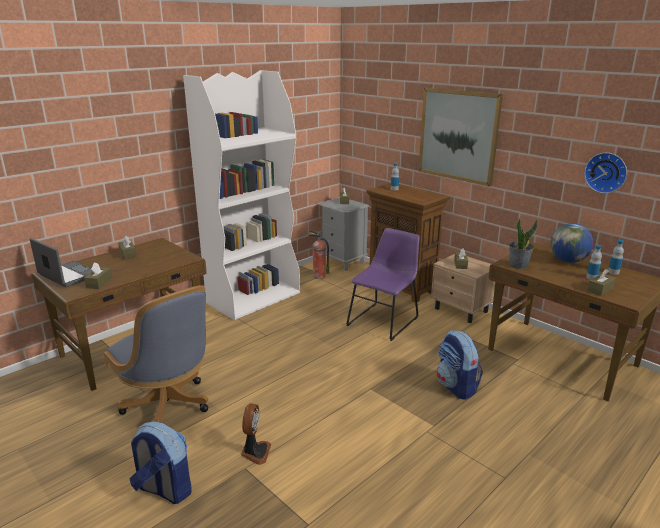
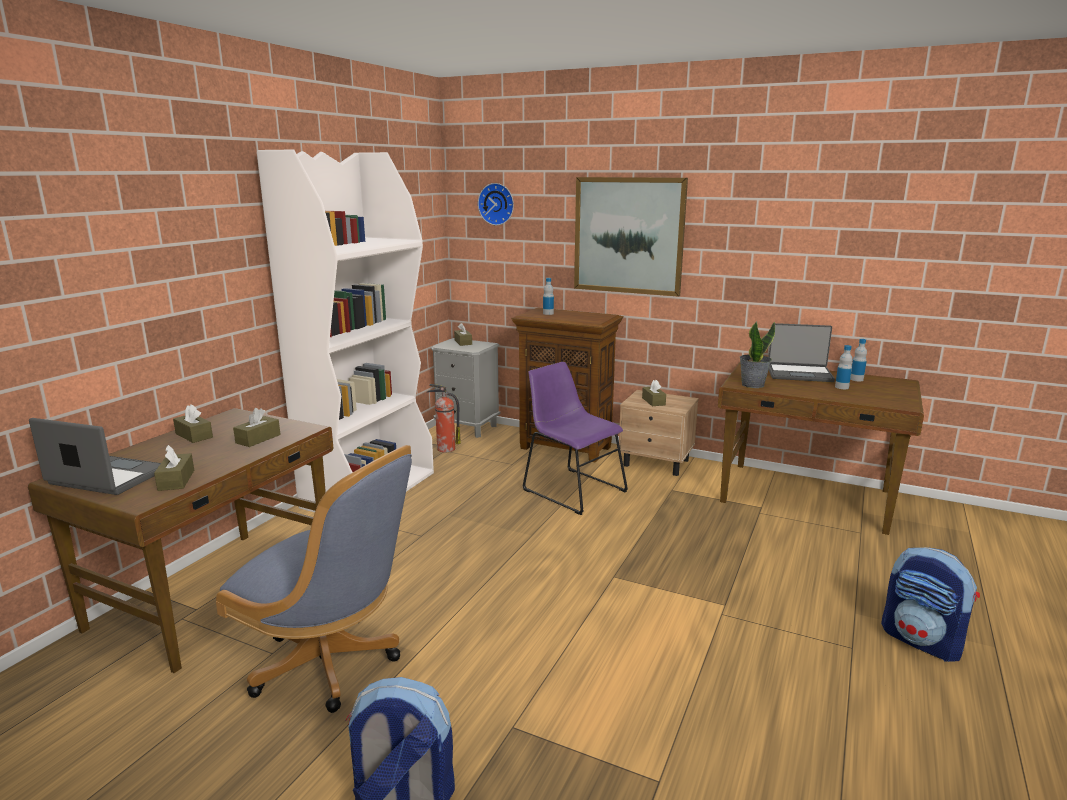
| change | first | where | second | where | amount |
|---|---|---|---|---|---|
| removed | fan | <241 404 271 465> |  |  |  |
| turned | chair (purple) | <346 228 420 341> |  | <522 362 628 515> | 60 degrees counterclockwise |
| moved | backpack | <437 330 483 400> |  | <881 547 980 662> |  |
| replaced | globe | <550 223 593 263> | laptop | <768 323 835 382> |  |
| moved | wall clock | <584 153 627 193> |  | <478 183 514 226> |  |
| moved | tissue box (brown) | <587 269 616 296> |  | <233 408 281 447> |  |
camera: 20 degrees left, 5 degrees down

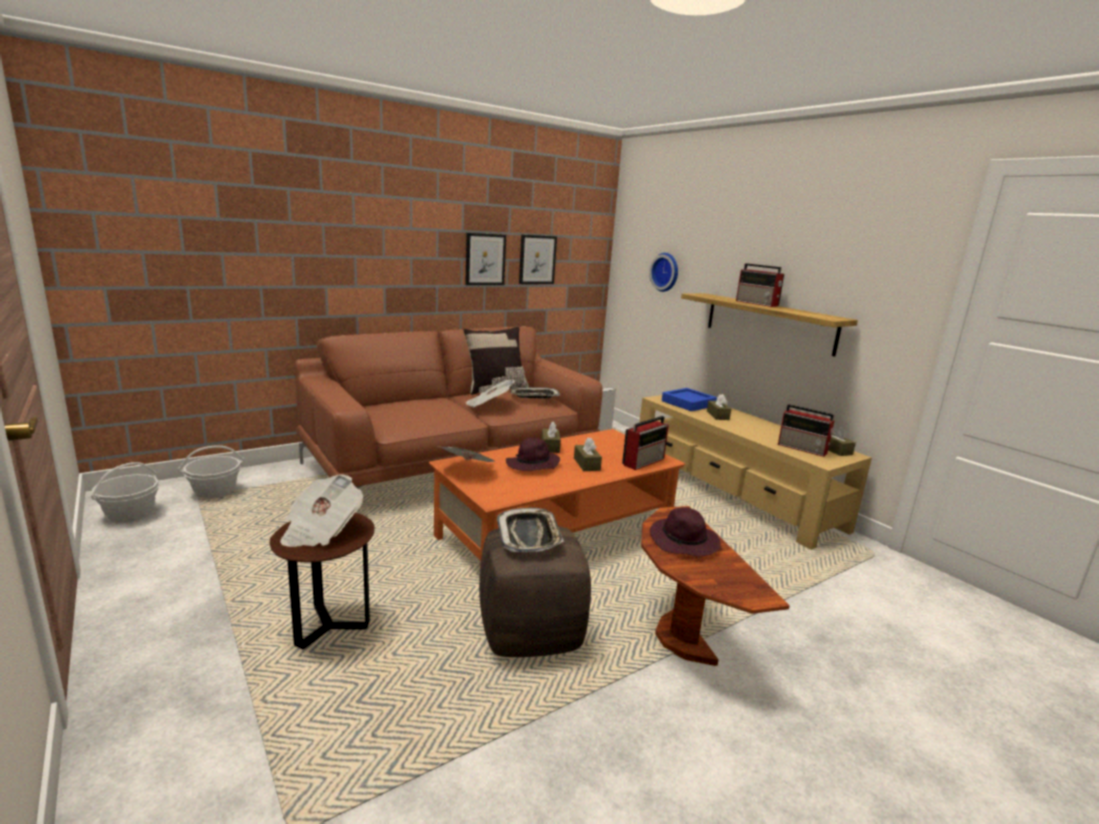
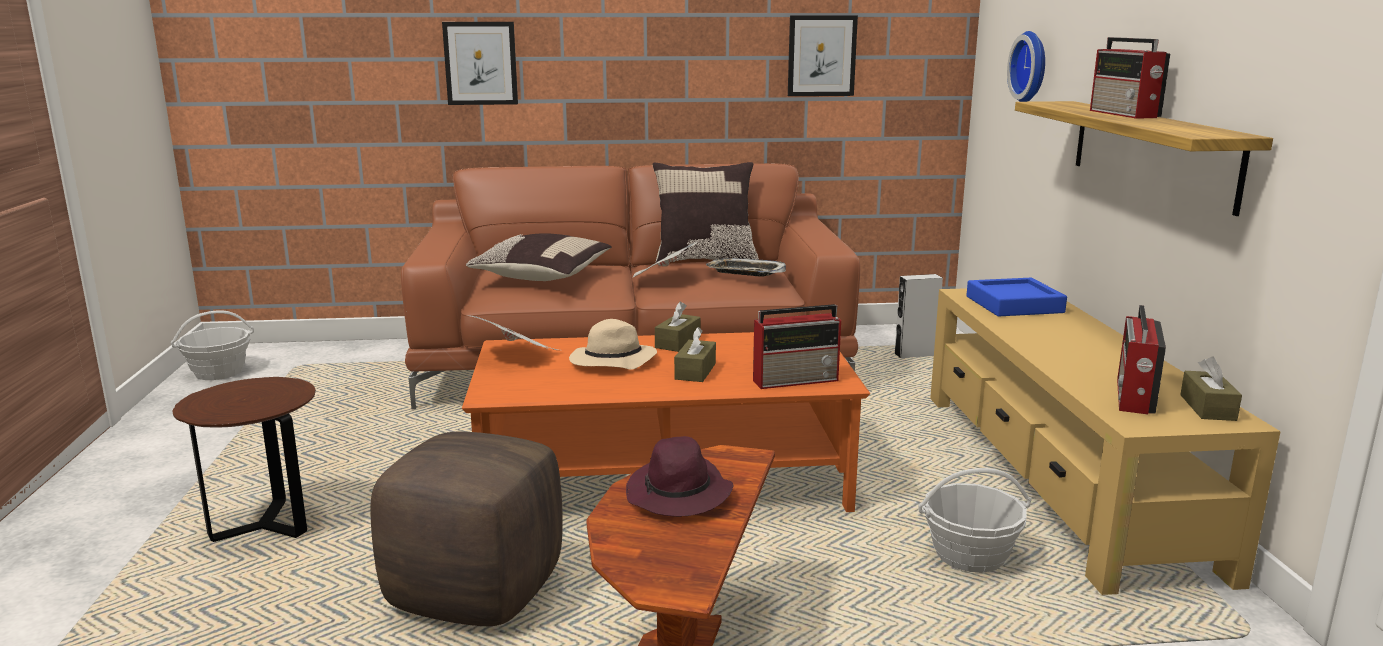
| change | first | where | second | where | amount |
|---|---|---|---|---|---|
| moved | basket | <178 445 244 498> |  | <919 468 1031 573> |  |
| removed | newspaper | <280 474 363 547> |  |  |  |
| moved | picture | <465 233 506 285> |  | <442 22 518 105> |  |
| removed | tray | <497 508 564 552> |  |  |  |
| recoloured | hat (purple) | <506 438 560 471> | hat (beige) | <569 319 657 370> |  |
| removed | tissue box (brown) | <707 394 731 420> |  |  |  |
| turned | radio | <778 404 835 457> |  | <1117 305 1166 415> | 45 degrees clockwise |
| added |  |  | pillow | <466 233 612 281> |  |
camera: 30 degrees right, 0 degrees up

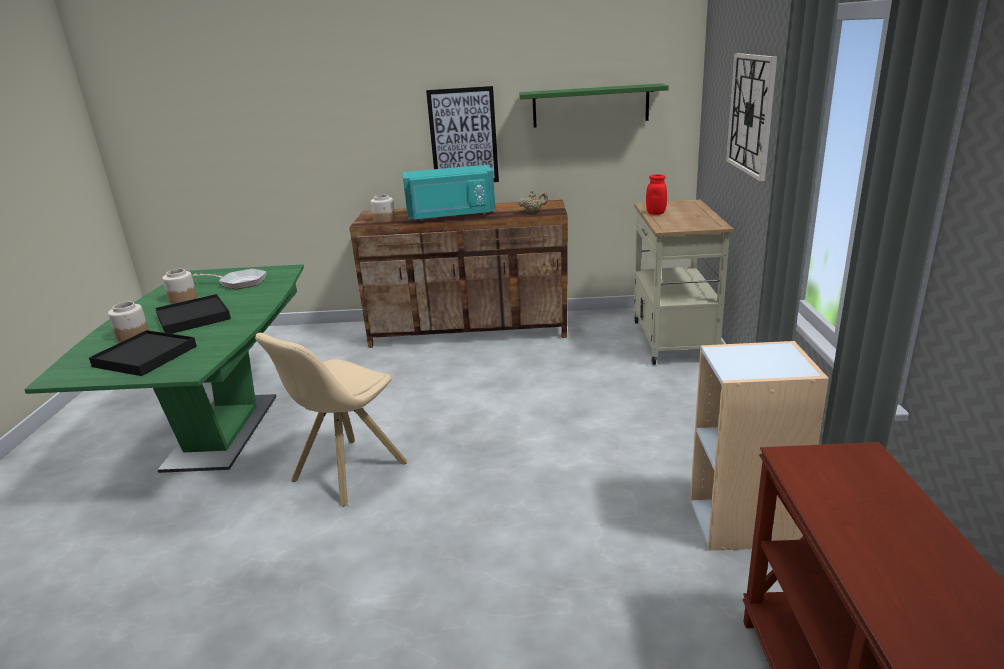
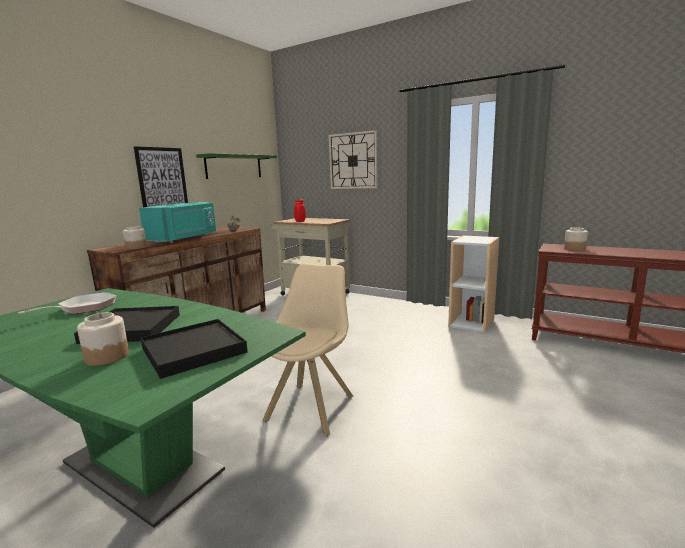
| change | first | where | second | where | amount |
|---|---|---|---|---|---|
| moved | jar | <162 269 197 304> |  | <564 227 588 250> |  |
| turned | chair (beige) | <255 333 407 507> |  | <263 263 353 436> | 135 degrees counterclockwise |
camera: 60 degrees left, 10 degrees down

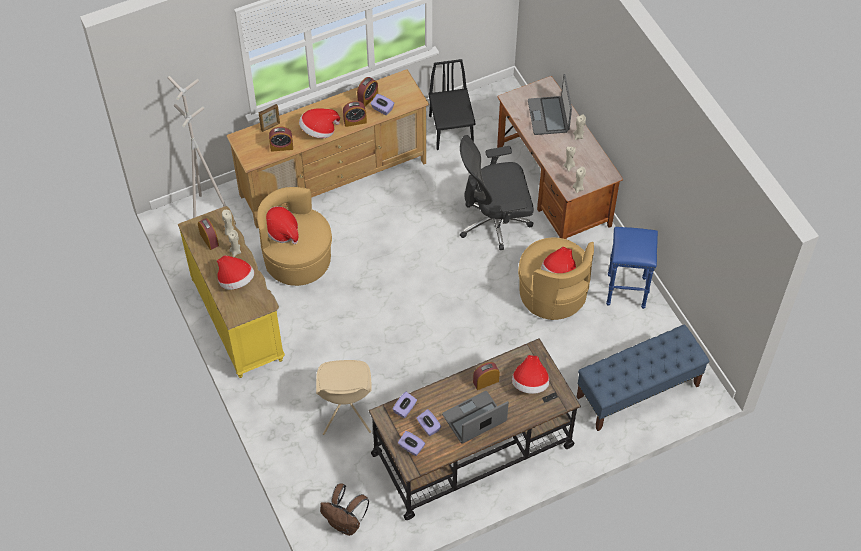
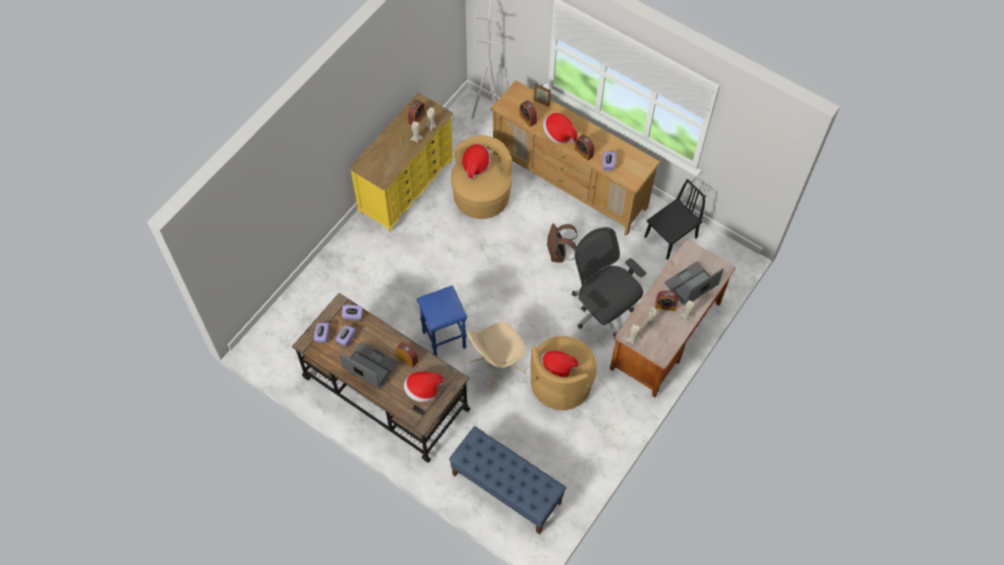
| change | first | where | second | where | amount |
|---|---|---|---|---|---|
| removed | hat | <217 255 254 290> |  |  |  |
| moved | chair (beige) | <316 360 372 435> |  | <468 322 526 393> |  |
| moved | backpack (brown) | <320 483 369 536> |  | <547 223 578 263> |  |
| moved | alarm clock | <357 77 378 106> |  | <655 290 678 311> |  |
| moved | stool (blue) | <606 227 658 309> |  | <417 286 467 356> |  |
camera: 60 degrees right, 5 degrees up

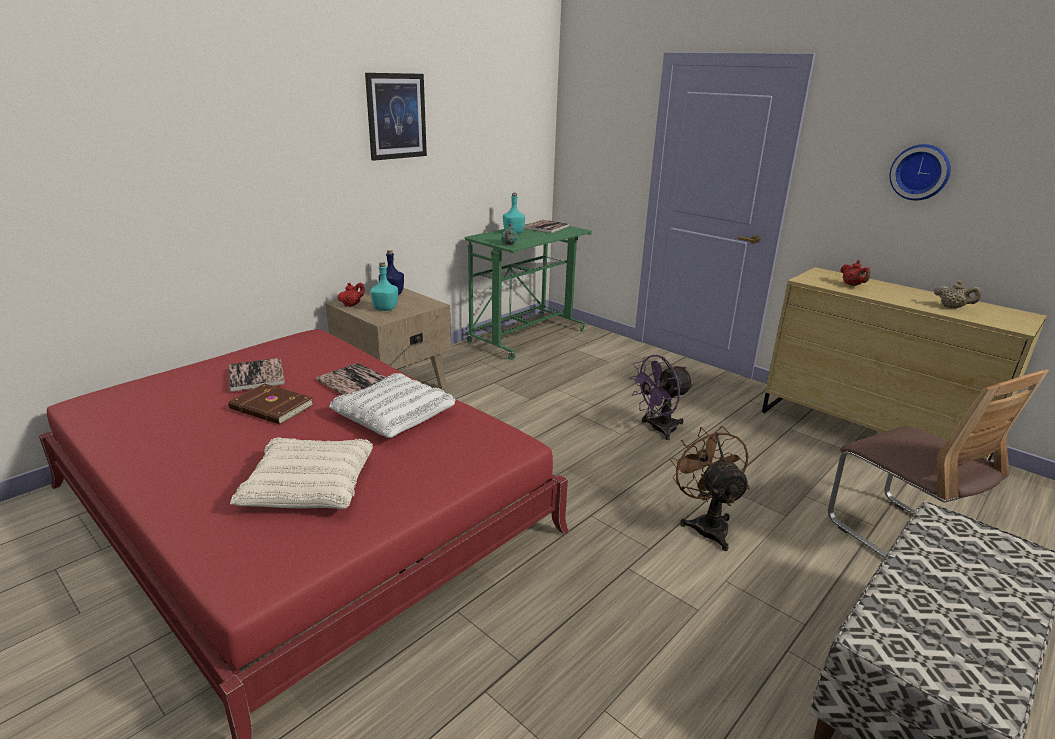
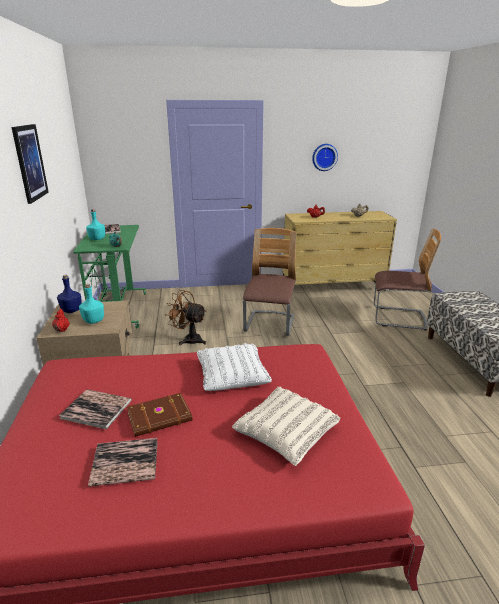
| change | first | where | second | where | amount |
|---|---|---|---|---|---|
| moved | book | <316 363 386 395> |  | <88 438 158 487> |  |
| replaced | fan (purple) | <629 355 694 440> | chair | <243 228 296 336> |  |
| moved | fan (brown) | <670 426 750 551> |  | <165 290 206 345> |  |
camera: 50 degrees left, 0 degrees up

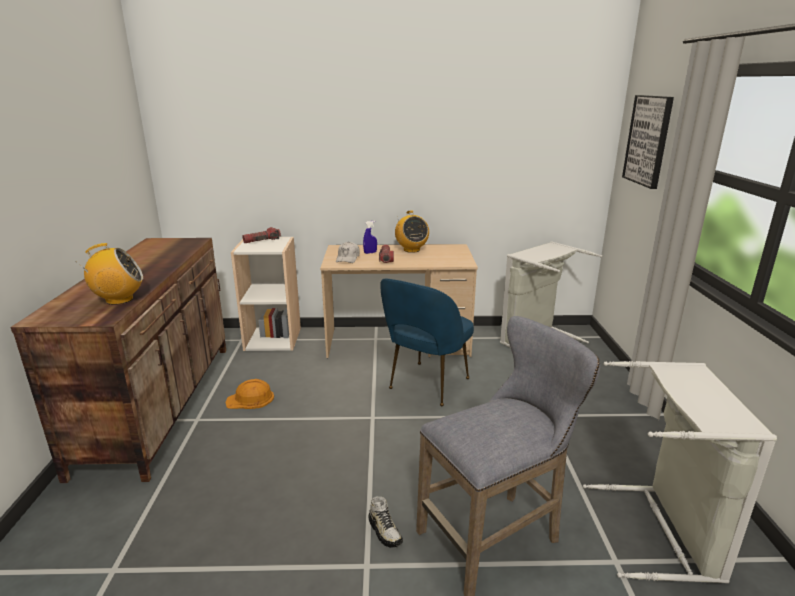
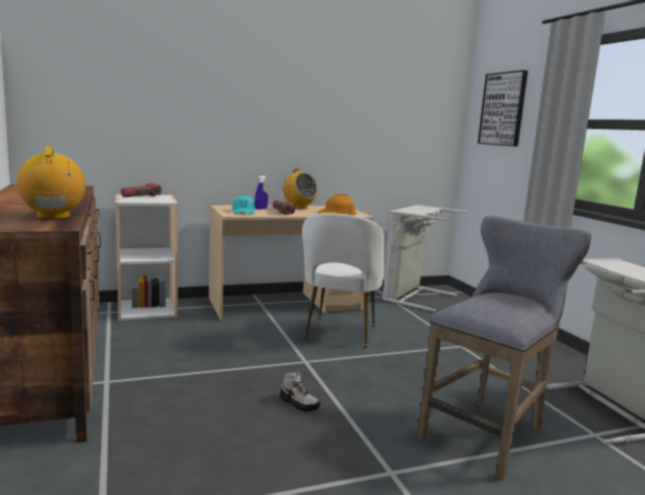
| change | first | where | second | where | amount |
|---|---|---|---|---|---|
| turned | radio | <75 243 143 305> |  | <17 146 86 220> | 75 degrees counterclockwise |
| moved | hard hat (orange) | <225 379 274 409> |  | <316 194 356 215> |  |
| recoloured | cap (white) | <336 242 360 263> | cap (turquoise) | <232 195 255 214> |  |
| moved | shoe | <368 497 403 548> |  | <280 372 321 411> |  |
| recoloured | chair (blue) | <380 279 474 406> | chair (white) | <302 213 385 348> |  |
camera: 20 degrees left, 10 degrees down

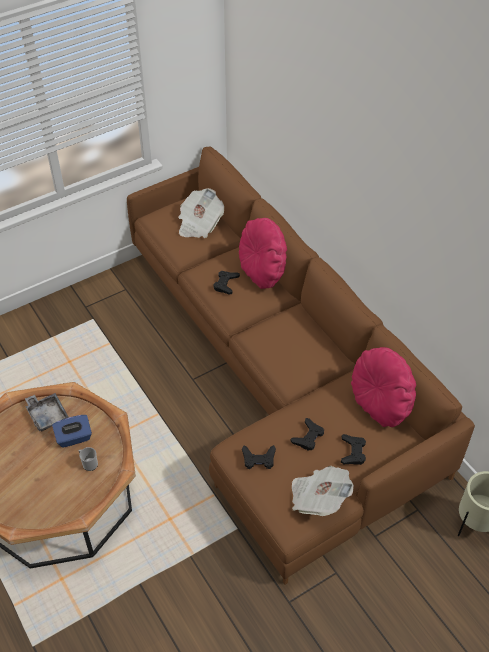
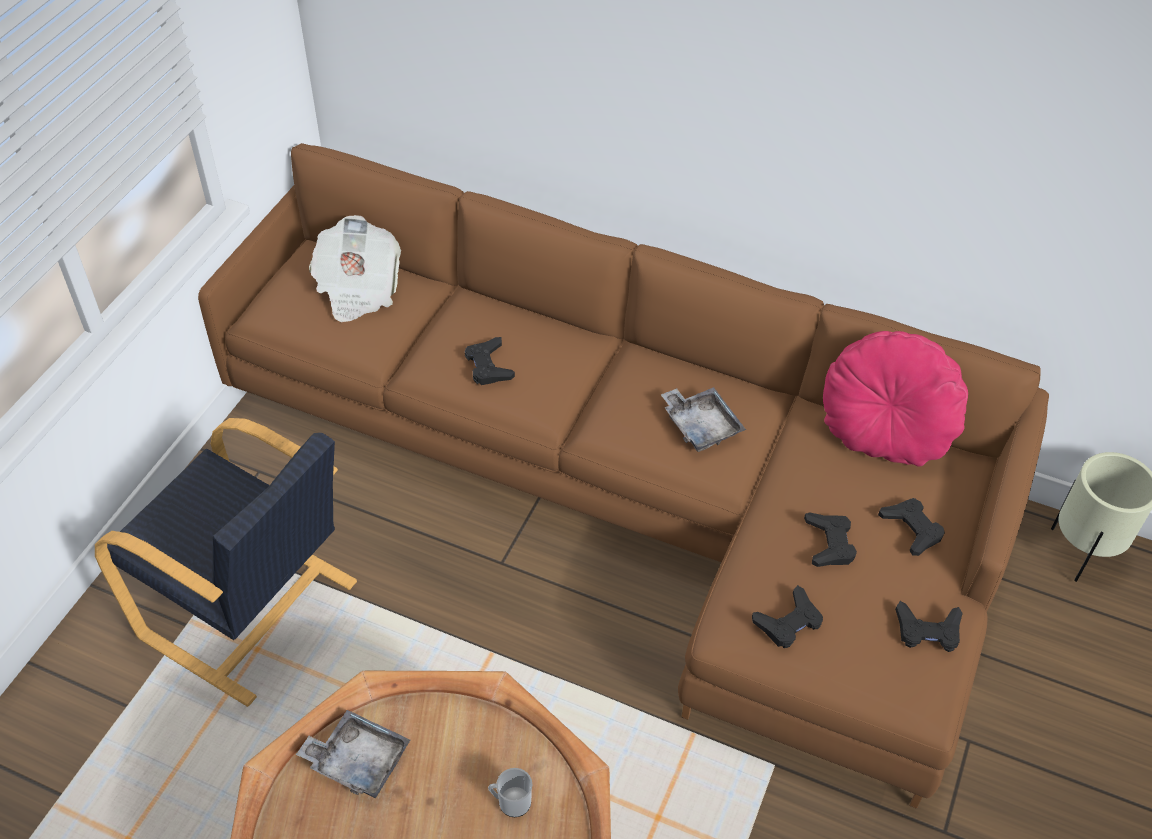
| change | first | where | second | where | amount |
|---|---|---|---|---|---|
| removed | tissue box (blue) | <52 415 92 448> |  |  |  |
| removed | pillow (pink) | <239 218 287 289> |  |  |  |
| replaced | newspaper | <292 466 354 516> | game controller (black) | <895 601 963 652> |  |
| added |  |  | armchair (black) | <95 418 357 707> |  |
| added |  |  | tray (grey) | <661 387 746 452> |  |
camera: 35 degrees left, 0 degrees up

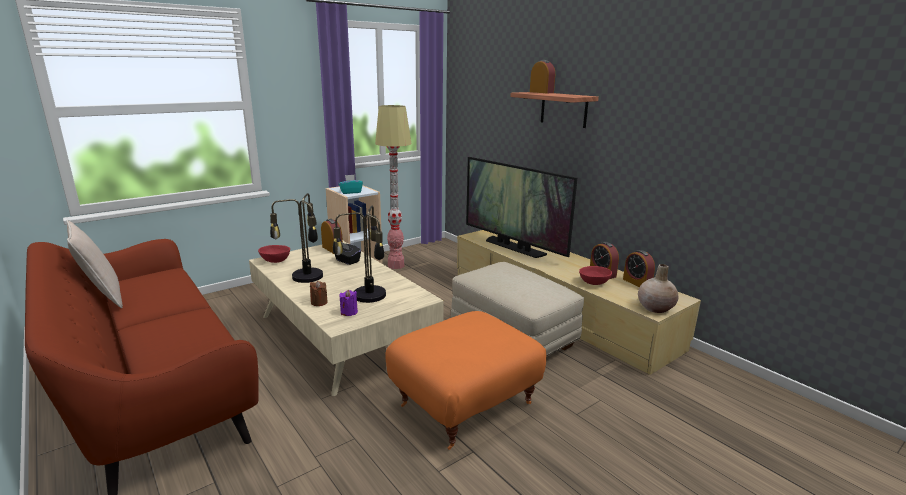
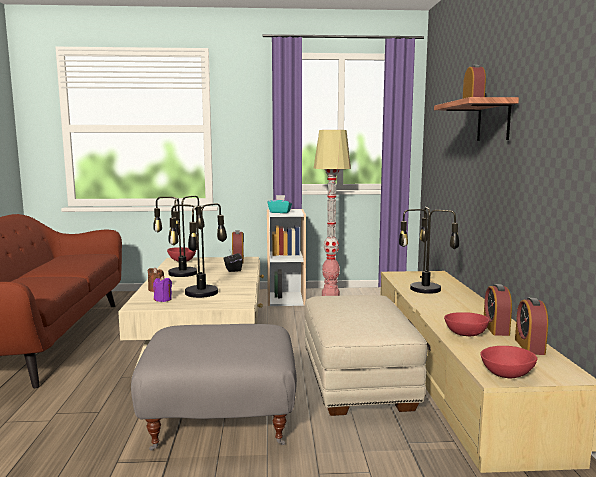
| change | first | where | second | where | amount |
|---|---|---|---|---|---|
| removed | pillow (beige) | <67 220 123 308> |  |  |  |
| recoloured | ottoman (orange) | <385 311 546 450> | ottoman (grey) | <131 324 297 450> |  |
| replaced | television | <466 157 577 258> | table lamp | <399 207 459 294> |  |
| replaced | vase (beige) | <638 264 678 313> | bowl (red) | <480 346 537 378> |  |
camera: 35 degrees right, 10 degrees down

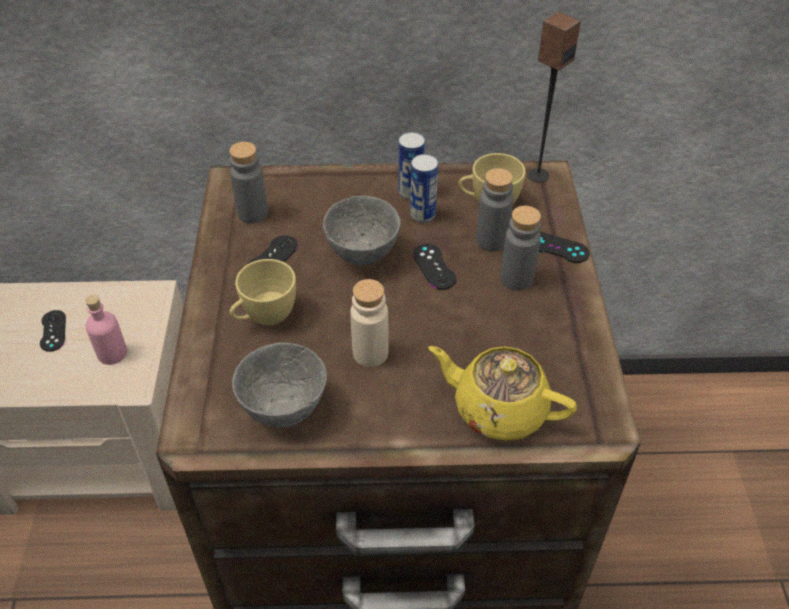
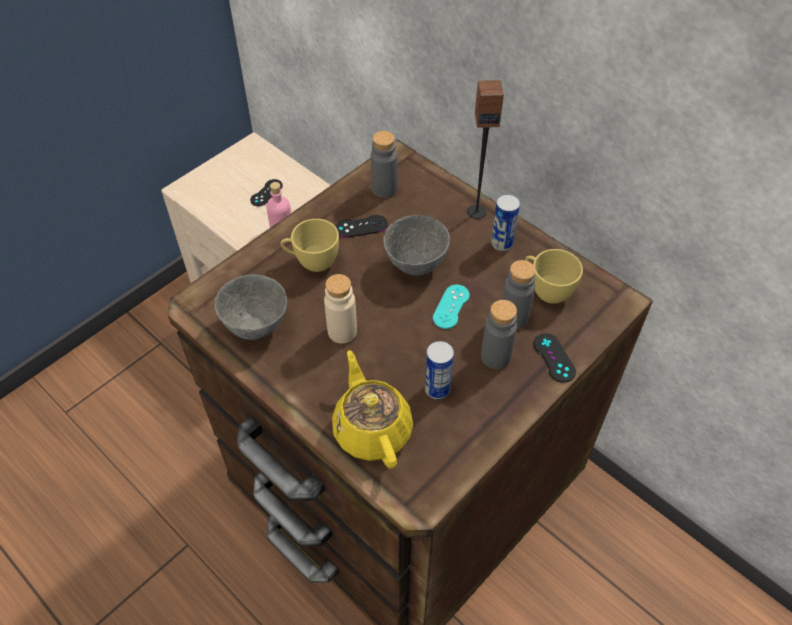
| change | first | where | second | where | amount |
|---|---|---|---|---|---|
| moved | can | <410 154 438 223> |  | <425 341 454 400> |  |
| recoloured | game controller (black) | <413 244 456 290> | game controller (turquoise) | <433 285 470 329> |  |
| moved | speaker | <527 12 581 183> |  | <467 80 504 219> |  |
camera: 45 degrees right, 5 degrees up

